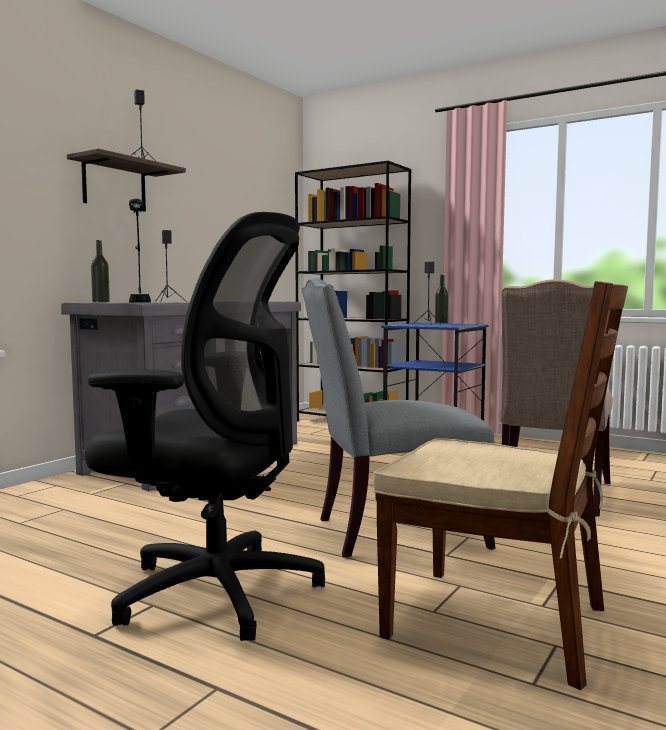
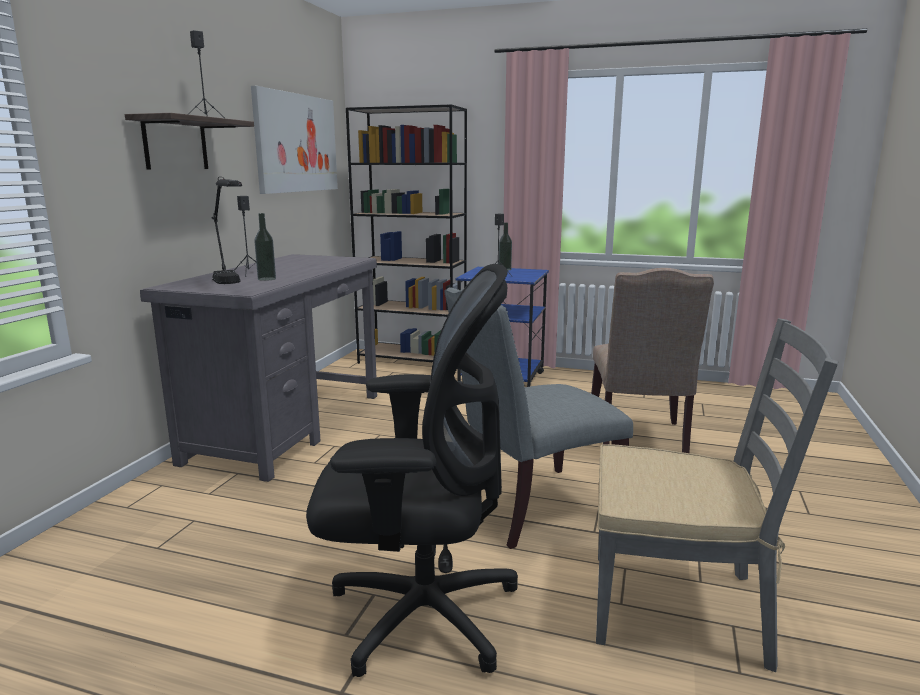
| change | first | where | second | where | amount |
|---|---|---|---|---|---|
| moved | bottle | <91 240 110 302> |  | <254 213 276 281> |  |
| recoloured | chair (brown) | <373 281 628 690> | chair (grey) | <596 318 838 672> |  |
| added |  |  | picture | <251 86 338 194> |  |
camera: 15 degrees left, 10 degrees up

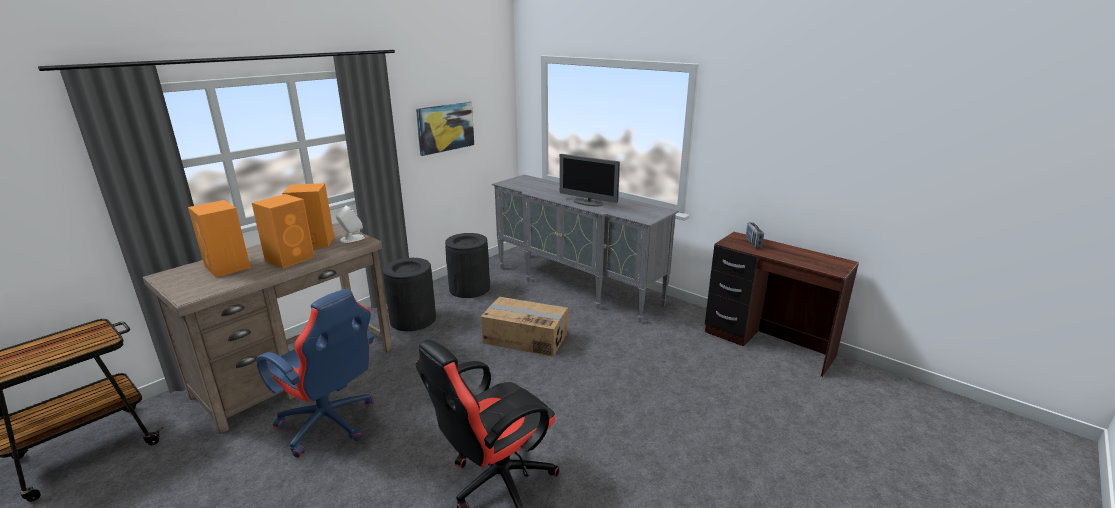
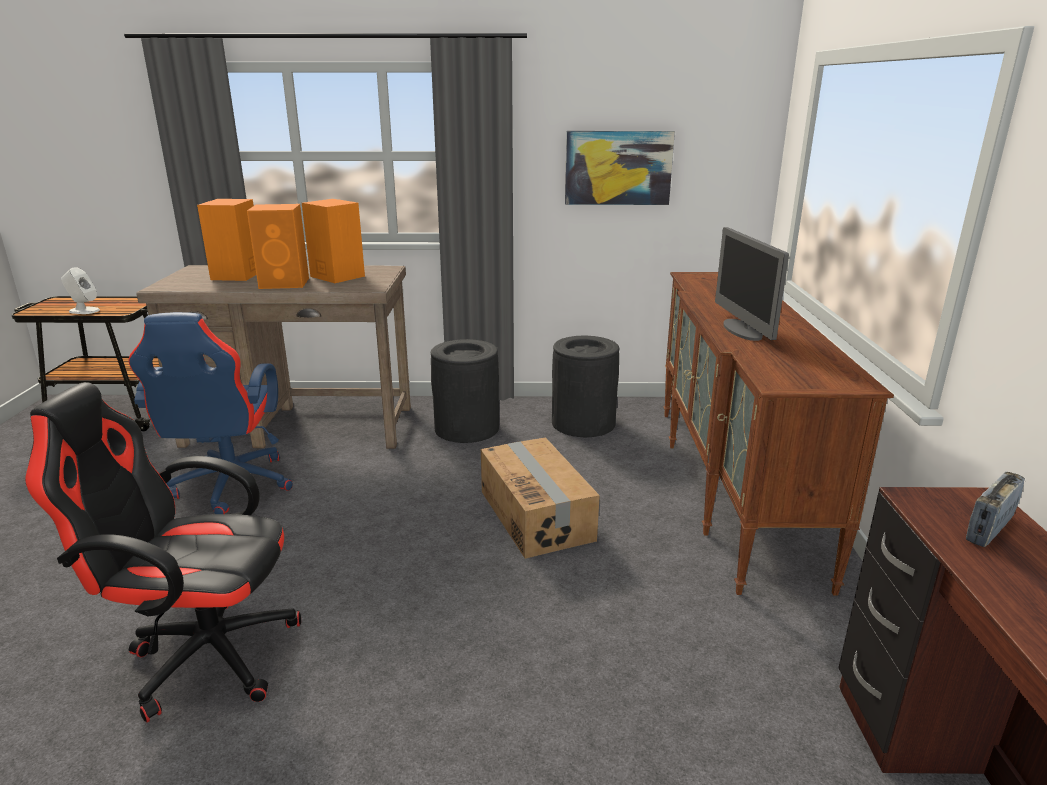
| change | first | where | second | where | amount |
|---|---|---|---|---|---|
| moved | speaker (white) | <336 206 365 243> |  | <61 267 100 314> |  |
| recoloured | cabinet (grey) | <492 175 679 323> | cabinet (brown) | <663 272 894 596> |  |
camera: 50 degrees right, 0 degrees up

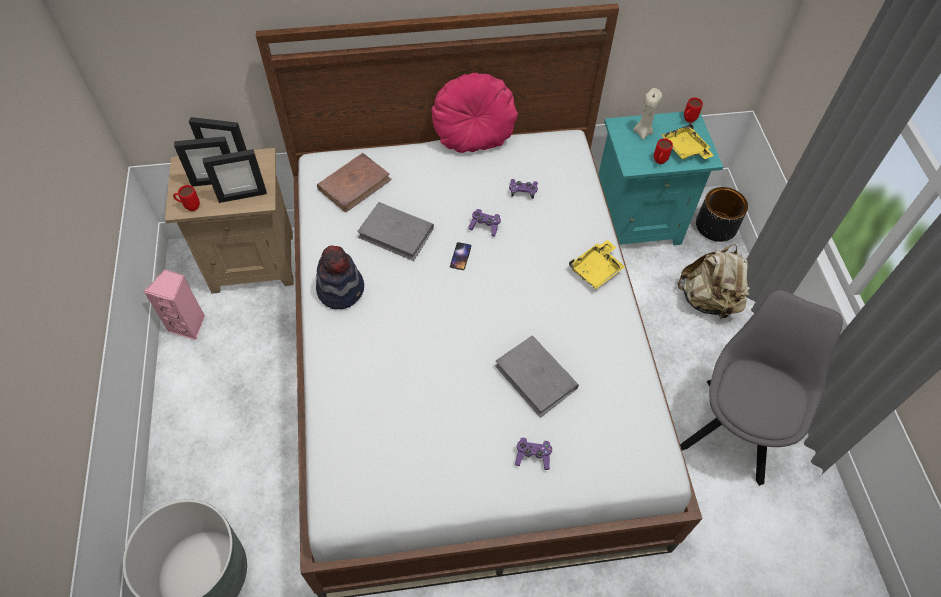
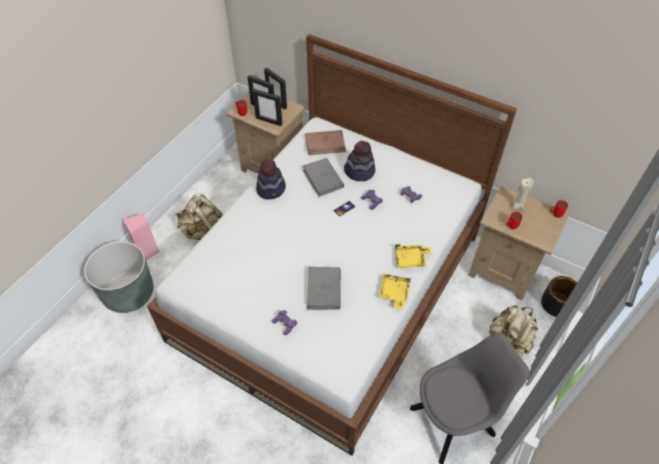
| change | first | where | second | where | amount |
|---|---|---|---|---|---|
| moved | speaker (pink) | <144 269 205 340> |  | <123 213 159 261> |  |
| removed | pillow (pink) | <431 73 518 153> |  |  |  |
| recoloured | nightstand (turquoise) | <598 112 723 245> | nightstand (beige) | <468 186 570 300> |  |
| moved | tray (yellow) | <661 122 714 159> |  | <379 274 411 309> |  |
| added |  |  | backpack (beige) | <176 193 222 240> |  |
| added |  |  | hat | <344 141 375 181> |  |
camera: 40 degrees right, 5 degrees down

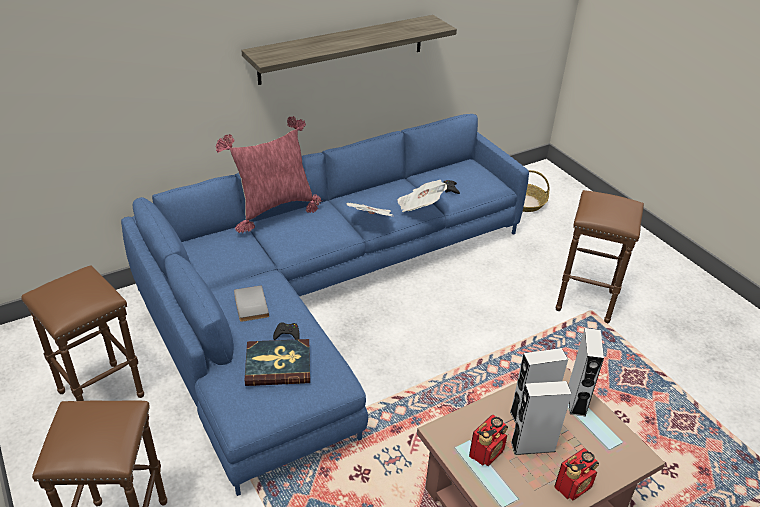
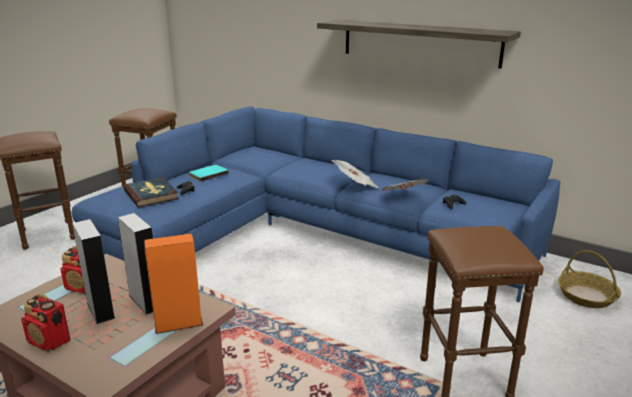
| change | first | where | second | where | amount |
|---|---|---|---|---|---|
| removed | pillow (red) | <215 116 322 233> |  |  |  |
| recoloured | book (grey) | <234 285 269 322> | book (turquoise) | <189 165 229 182> |  |
| recoloured | speaker (grey) | <568 328 604 416> | speaker (orange) | <144 233 203 334> |  |
camera: 65 degrees right, 15 degrees down

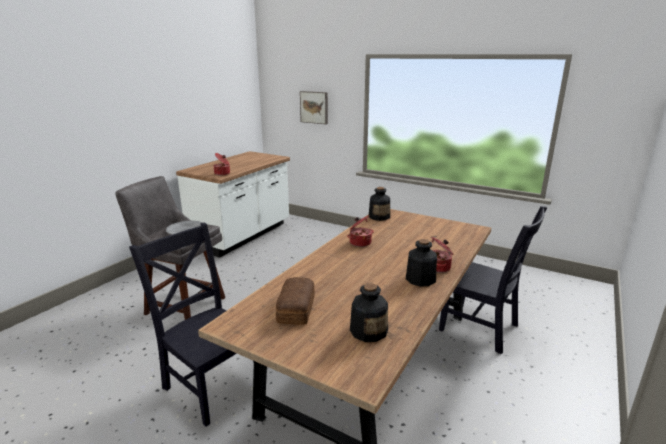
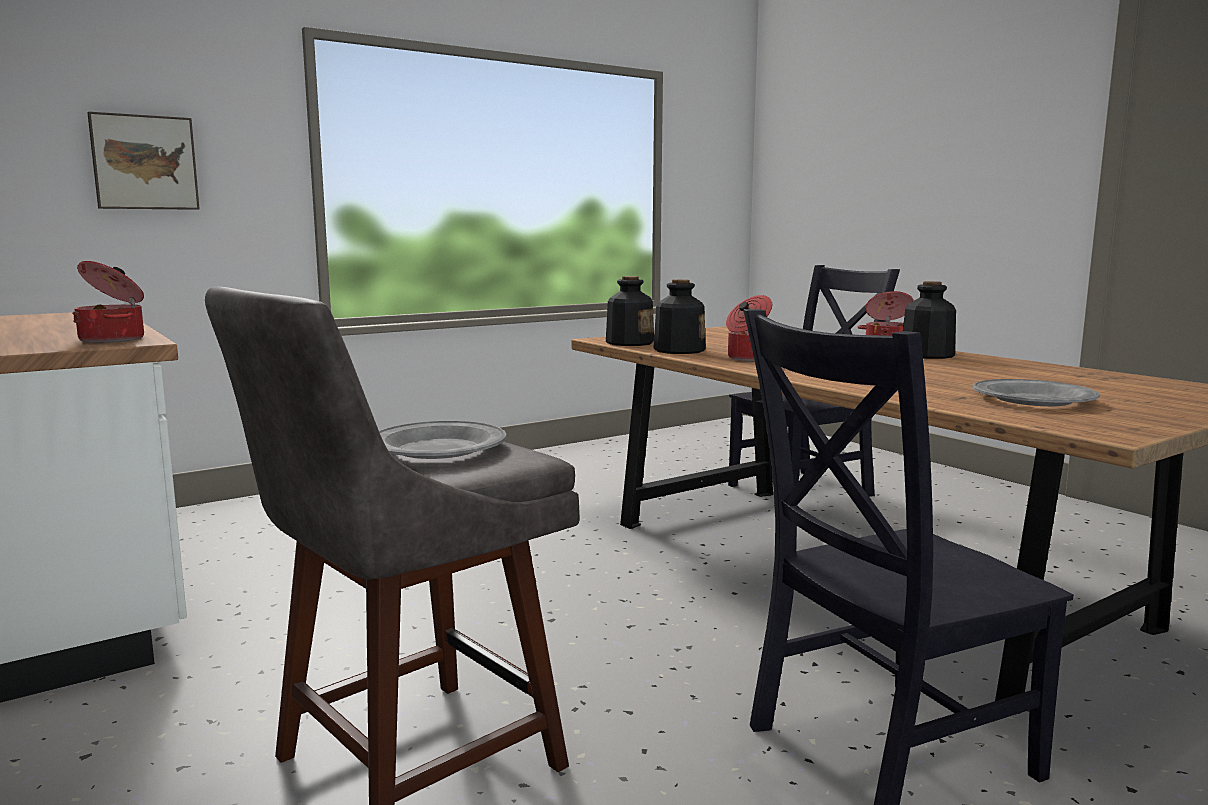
| change | first | where | second | where | amount |
|---|---|---|---|---|---|
| replaced | bread | <276 277 315 325> | plate (grey) | <972 379 1100 406> |  |
| moved | bottle | <350 283 388 342> |  | <654 279 706 354> |  |
camera: 65 degrees left, 10 degrees down

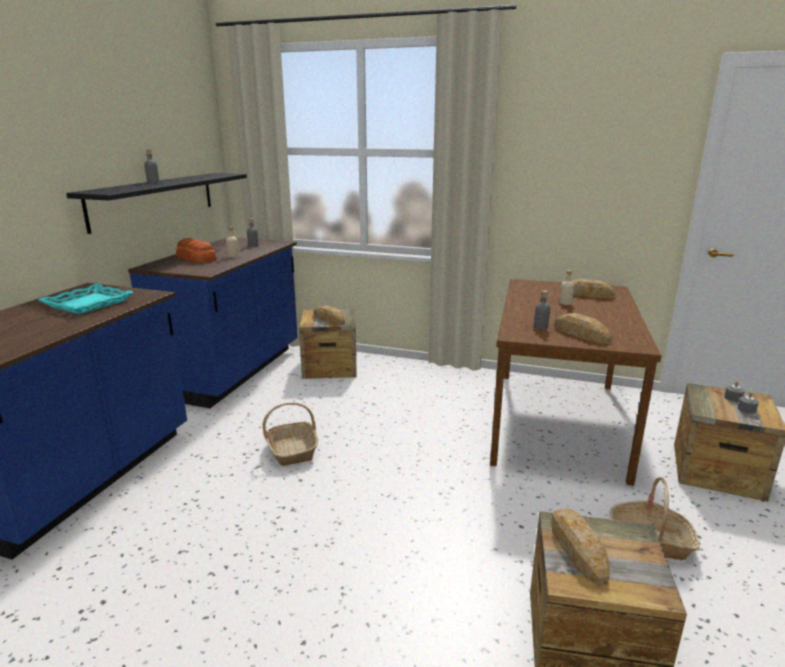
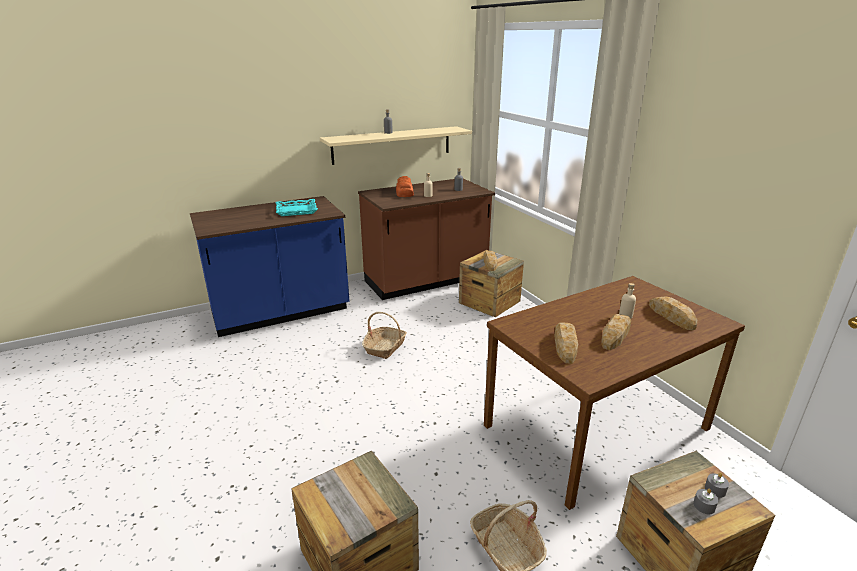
| change | first | where | second | where | amount |
|---|---|---|---|---|---|
| recoloured | shelf (black) | <66 173 247 234> | shelf (beige) | <320 126 472 165> |  |
| recoloured | counter (blue) | <128 237 298 408> | counter (brown) | <358 179 495 300> |  |
| removed | bottle (grey) | <534 290 550 330> |  |  |  |
| moved | bread | <551 509 609 586> |  | <601 314 631 350> |  |
camera: 45 degrees right, 5 degrees up

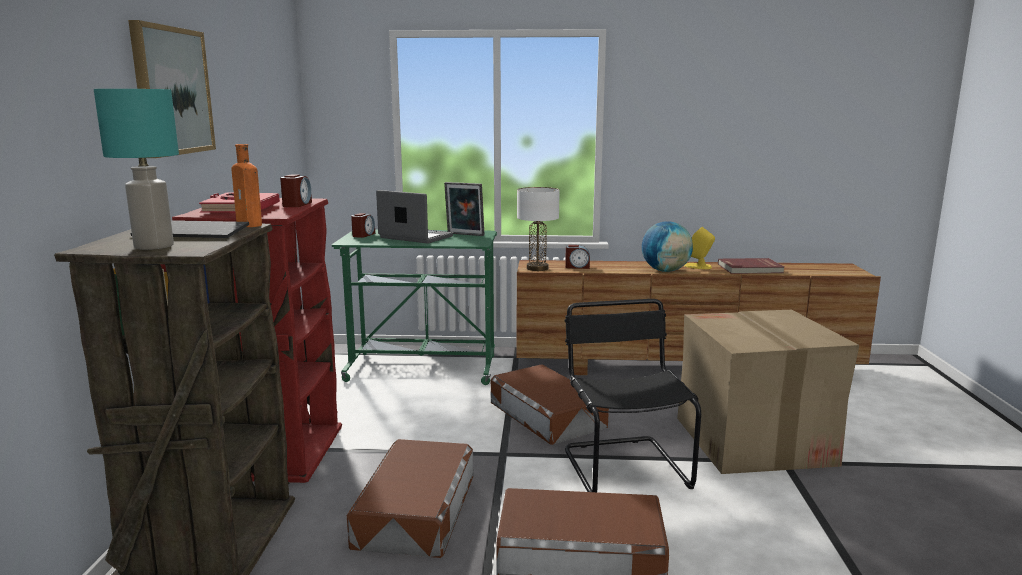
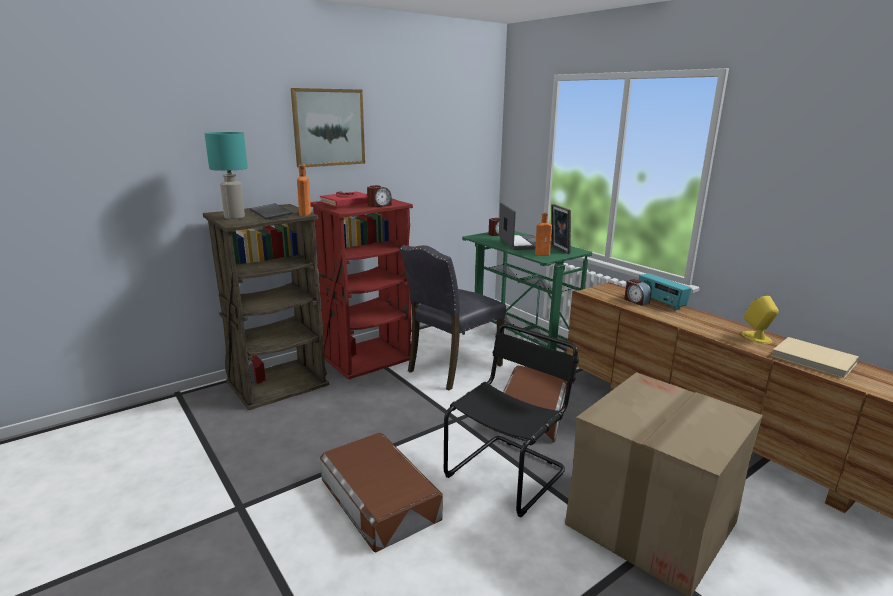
| change | first | where | second | where | amount |
|---|---|---|---|---|---|
| removed | storage box (brown) | <347 439 474 558> |  |  |  |
| removed | table lamp | <517 187 560 271> |  |  |  |
| removed | globe | <642 221 693 272> |  |  |  |
| recoloured | book (red) | <718 258 784 274> | book (beige) | <771 337 859 378> |  |
| added |  |  | chair (grey) | <399 245 506 390> |  |
| added |  |  | bottle (orange) | <535 213 552 256> |  |
| added |  |  | radio | <639 273 692 310> |  |
camera: 50 degrees right, 5 degrees up

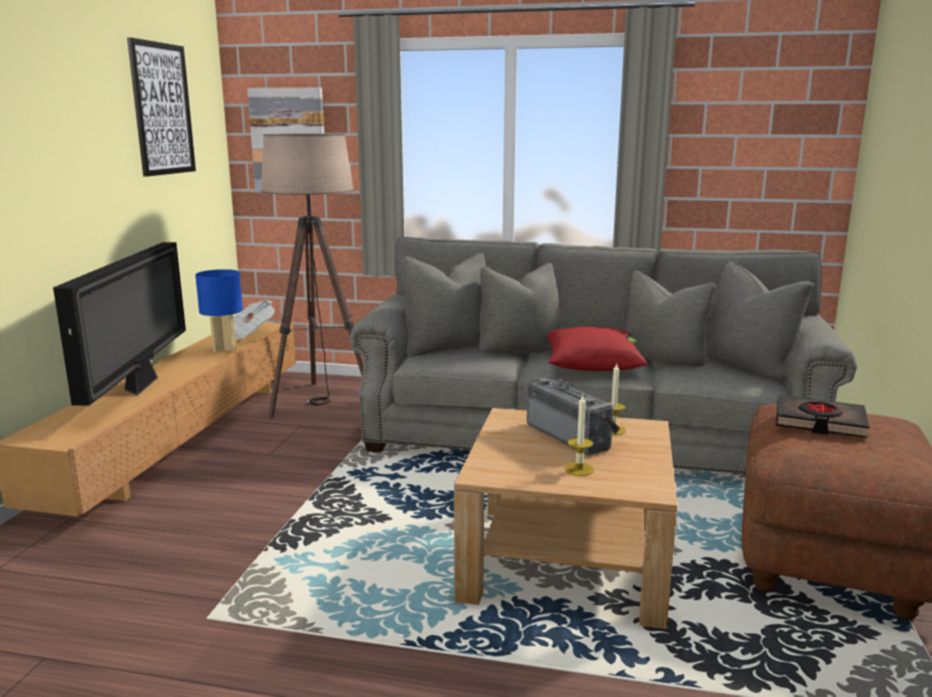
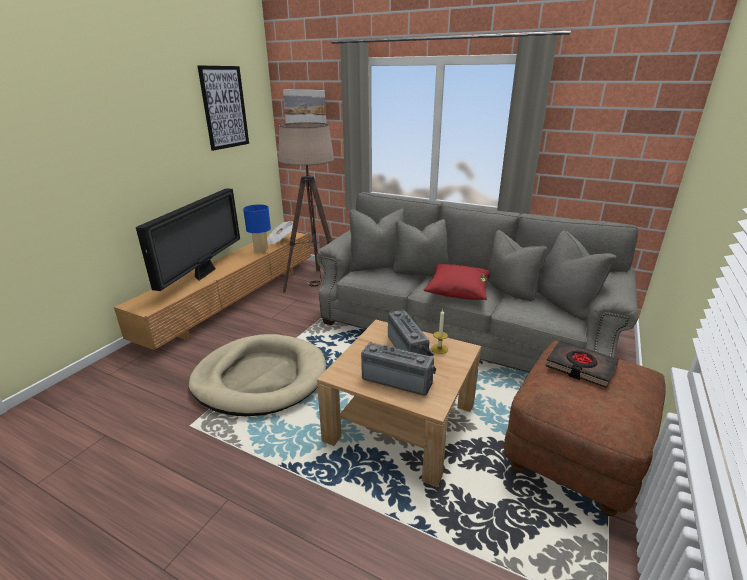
| change | first | where | second | where | amount |
|---|---|---|---|---|---|
| replaced | candle | <564 395 594 476> | radio | <361 342 436 396> |  |
| added |  |  | dog bed (beige) | <188 334 326 416> |  |
camera: 15 degrees right, 10 degrees up

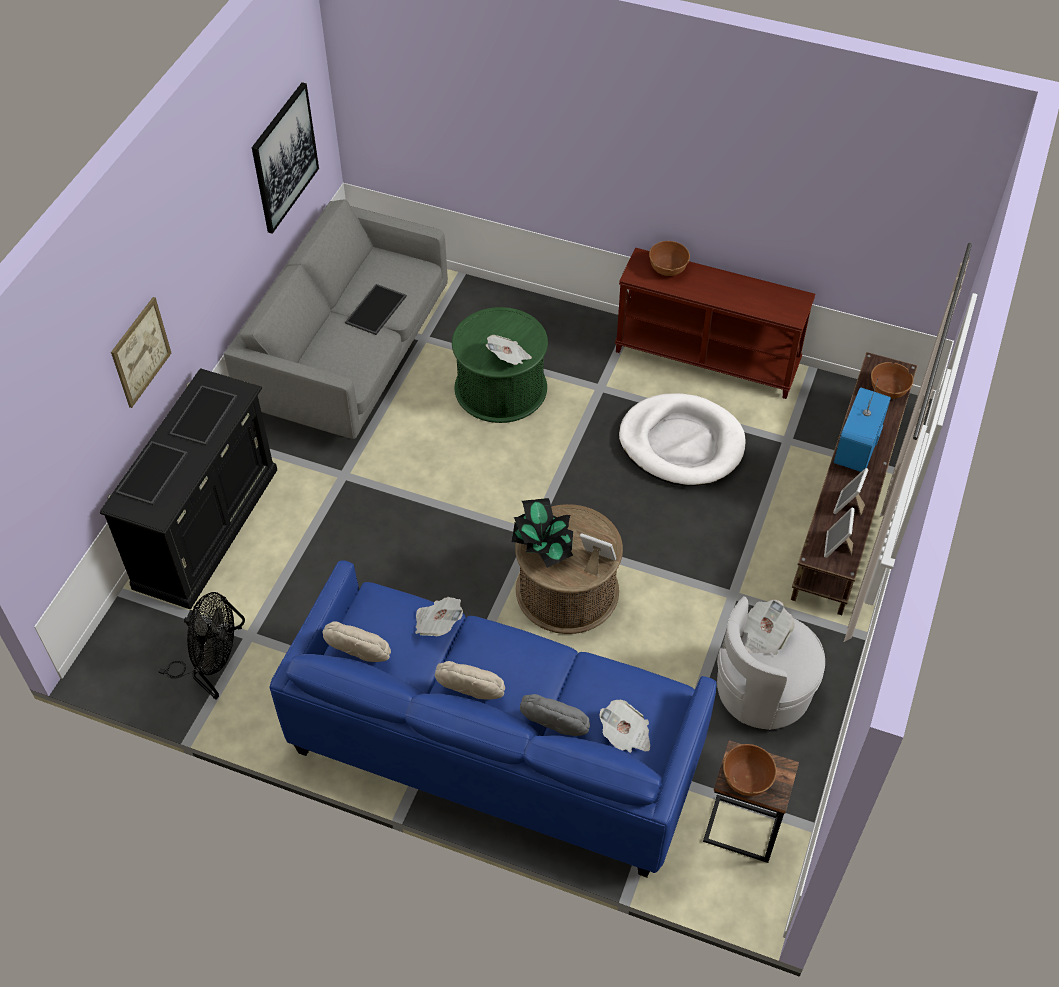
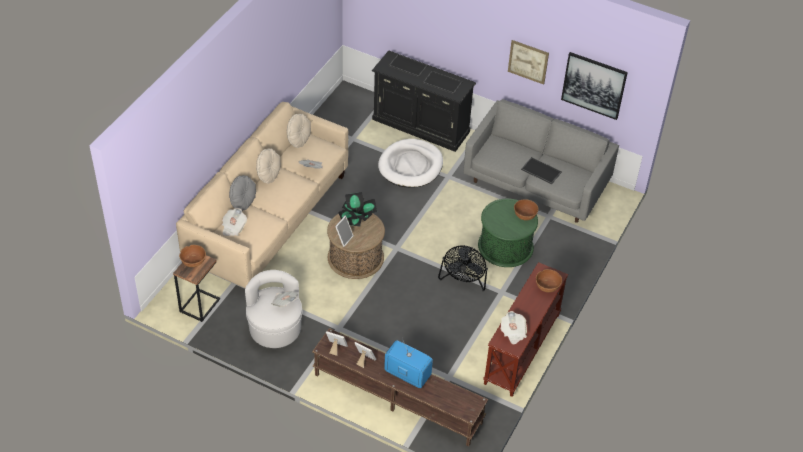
| change | first | where | second | where | amount |
|---|---|---|---|---|---|
| moved | picture | <111 297 171 408> |  | <508 40 549 85> |  |
| moved | fan (black) | <158 592 245 700> |  | <438 246 488 291> |  |
| recoloured | sofa (blue) | <270 560 716 878> | sofa (beige) | <176 102 348 288> |  |
| moved | newspaper | <486 335 532 365> |  | <501 311 527 345> |  |
| moved | dog bed (white) | <619 393 746 486> |  | <378 139 443 188> |  |
| moved | bowl (brown) | <871 362 914 399> |  | <514 199 539 220> |  |
camera: 95 degrees right, 5 degrees down

